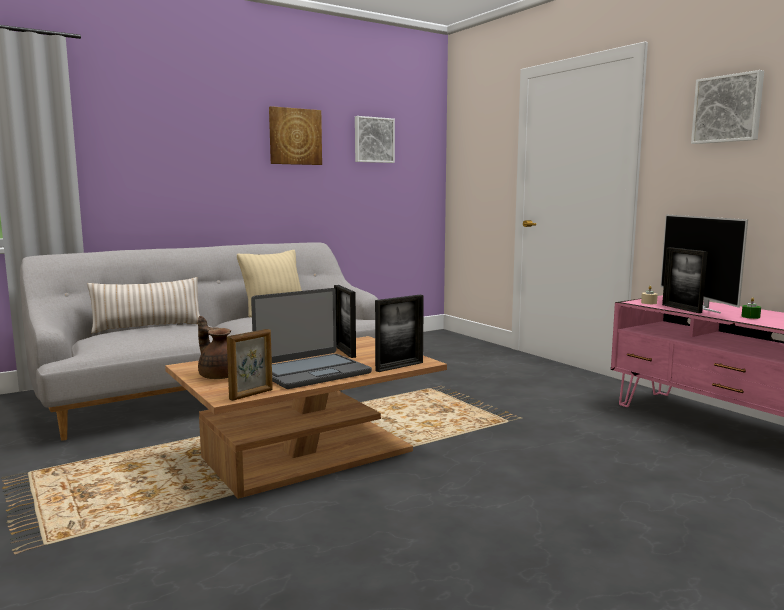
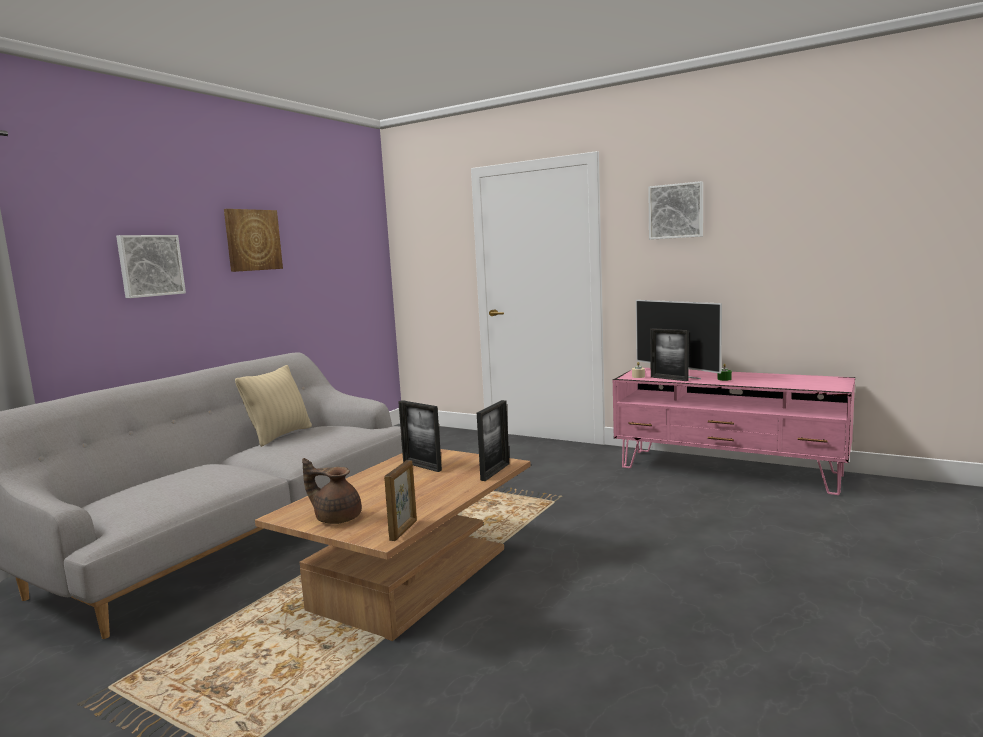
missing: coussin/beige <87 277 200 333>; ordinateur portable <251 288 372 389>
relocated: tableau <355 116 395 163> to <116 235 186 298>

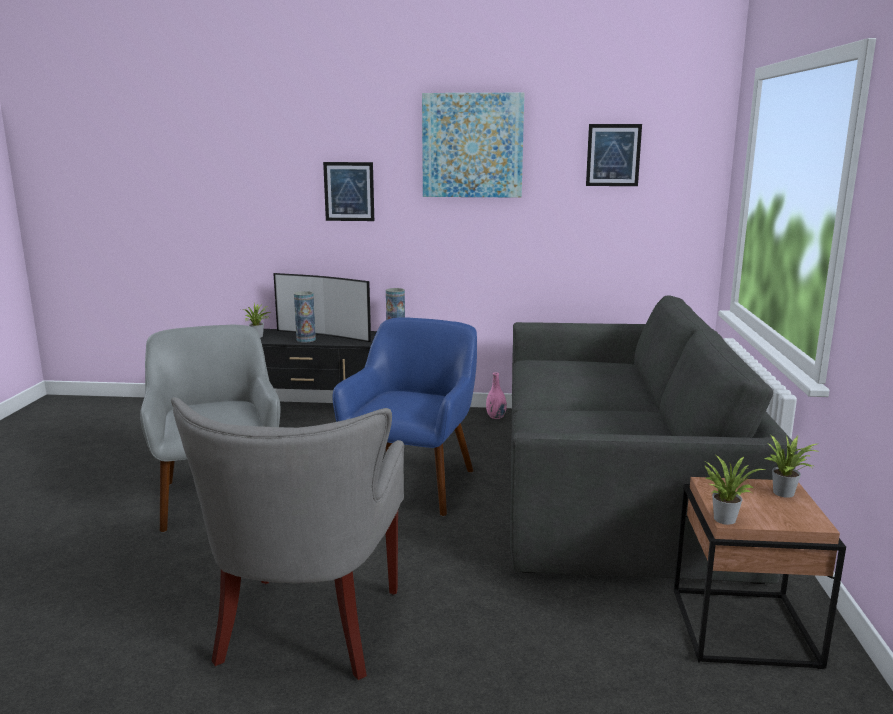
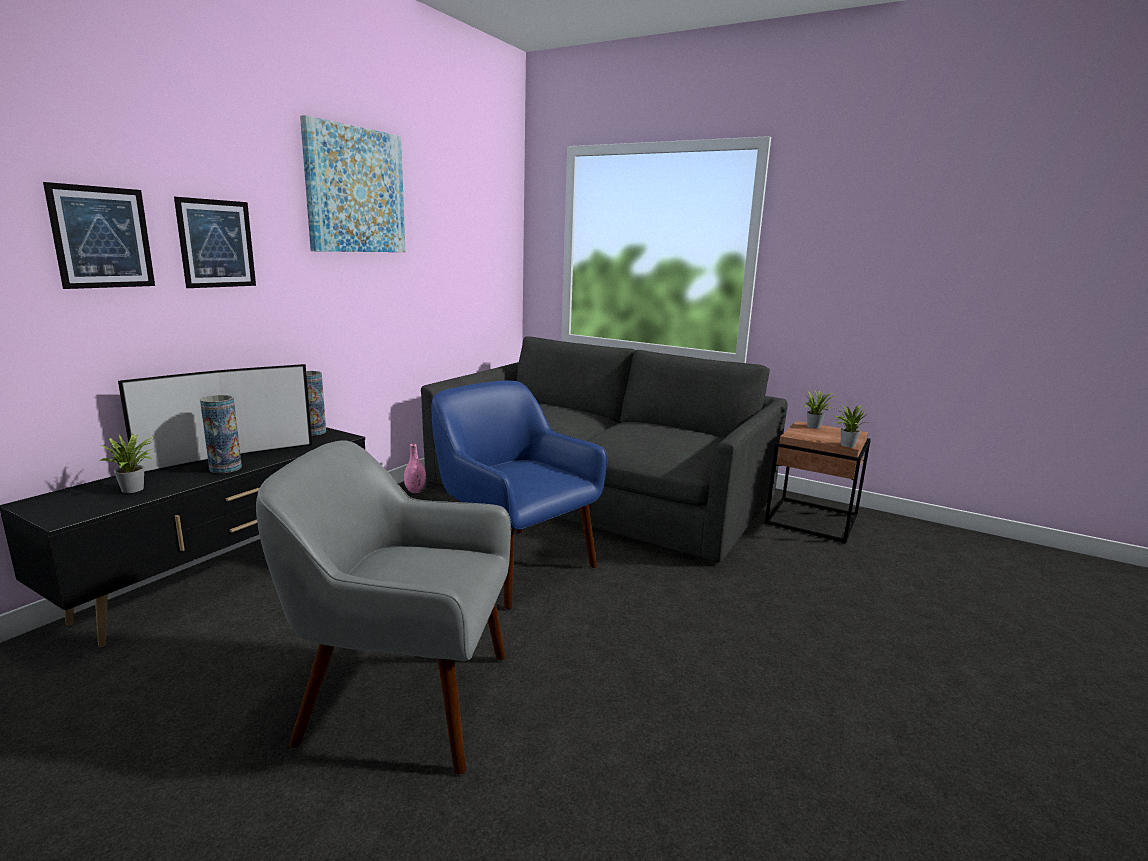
missing: fauteuil/gris <171 397 404 680>
relocated: tableau <586 124 642 186> to <43 182 155 289>

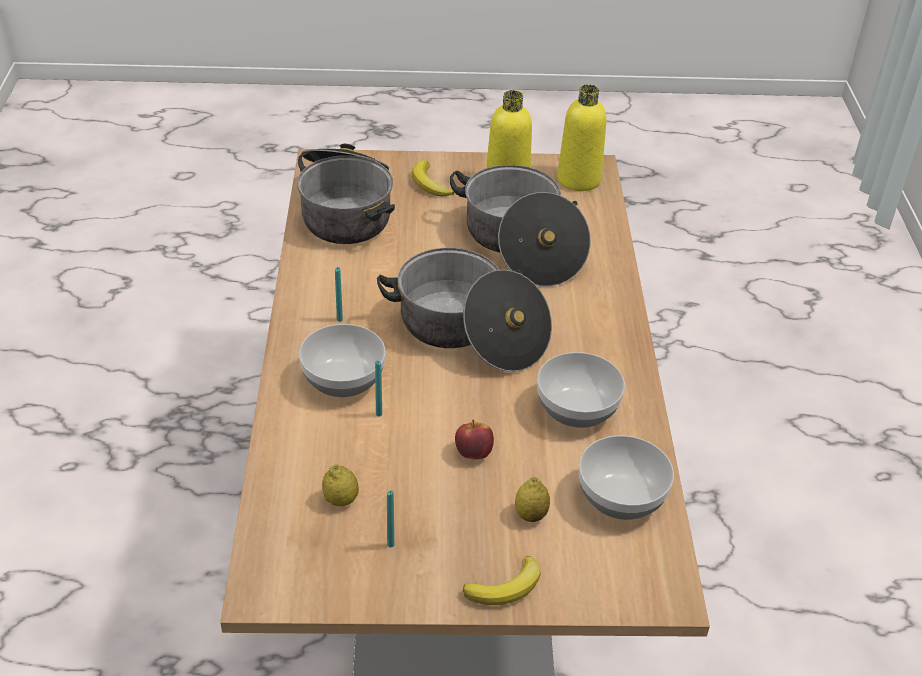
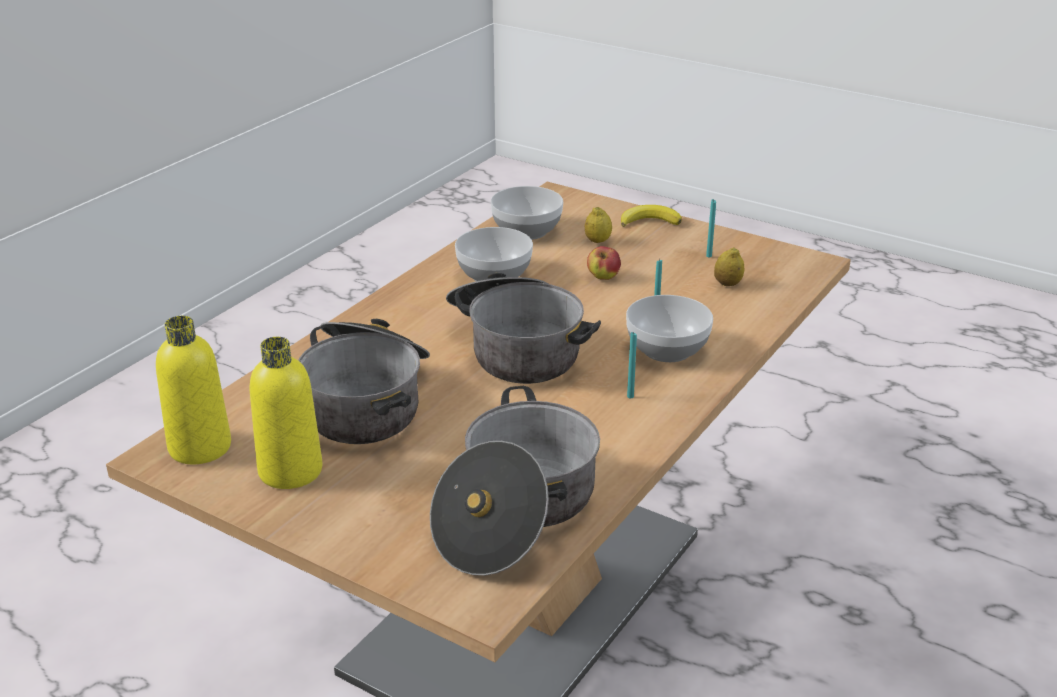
missing: banane <412 160 454 197>

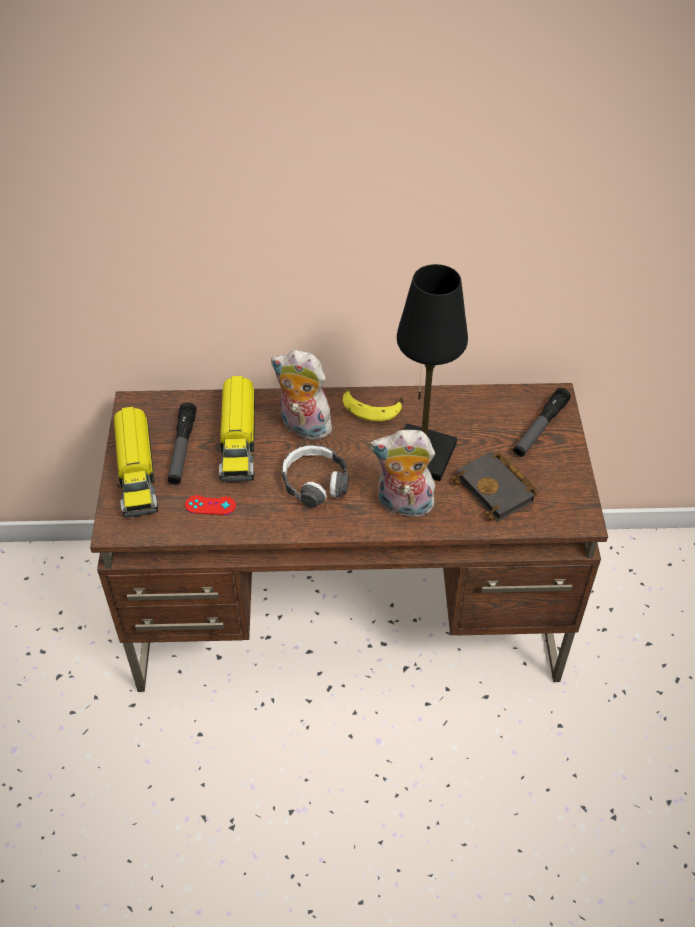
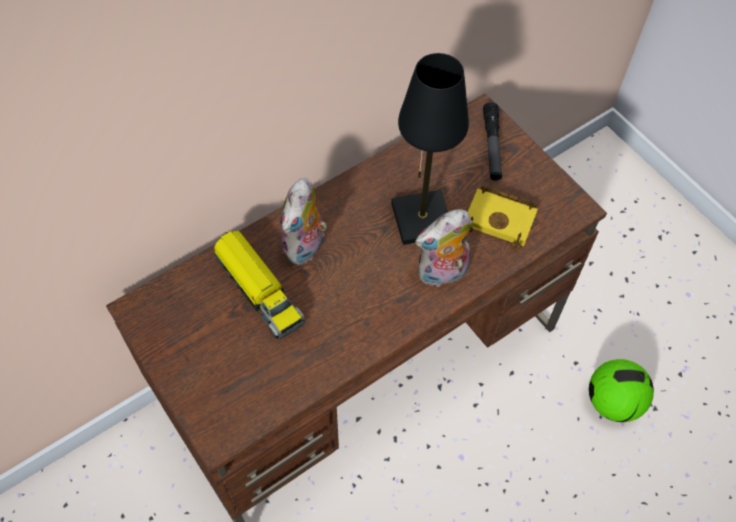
missing: banane <343 390 403 421>; lampe de poche <168 402 197 485>; camion jouet <114 406 159 517>; casque audio <282 445 348 508>; manette/rouge <185 495 236 515>
appeared: ballon de foot <589 359 654 422>
colour: livre/noir <452 452 539 522> to livre/jaune <468 186 538 249>
spun: peluche <271 350 332 442> = <280 178 327 266> 60 degrees counterclockwise

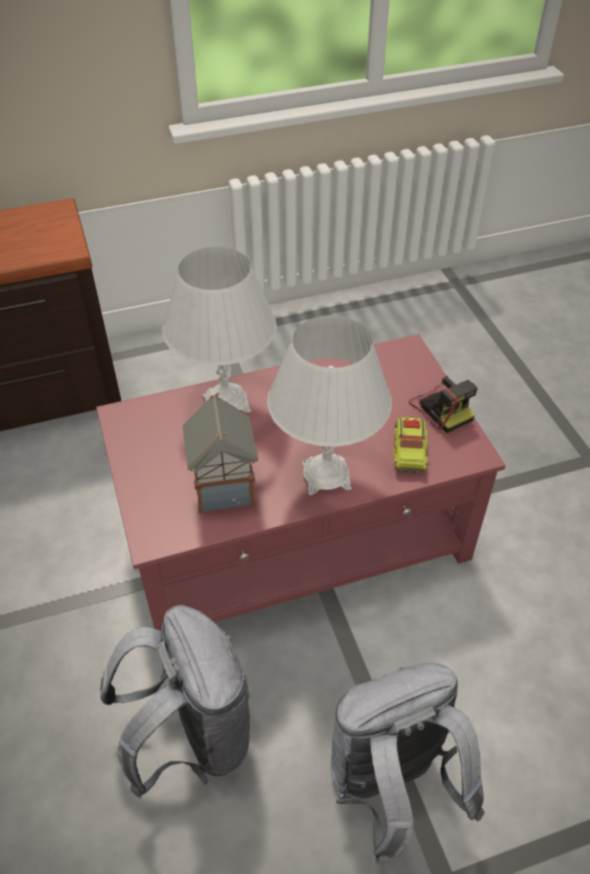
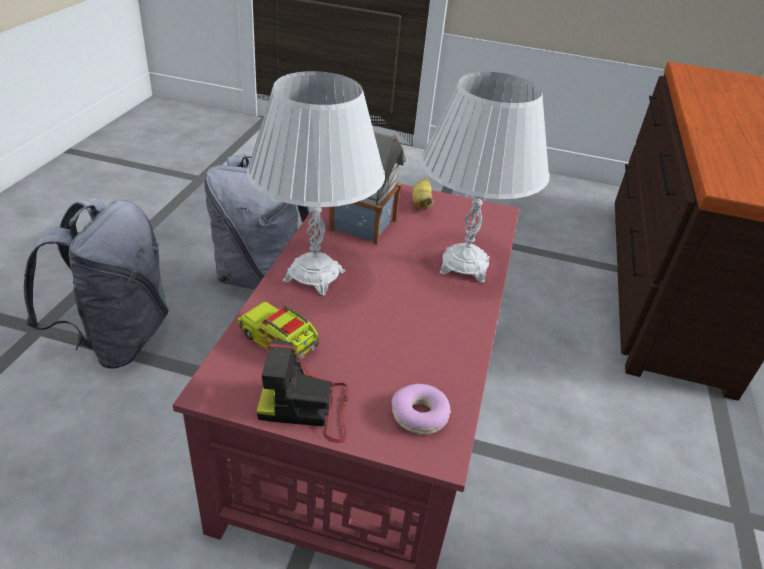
appeared: banane <412 178 433 210>; beignet <391 384 451 434>

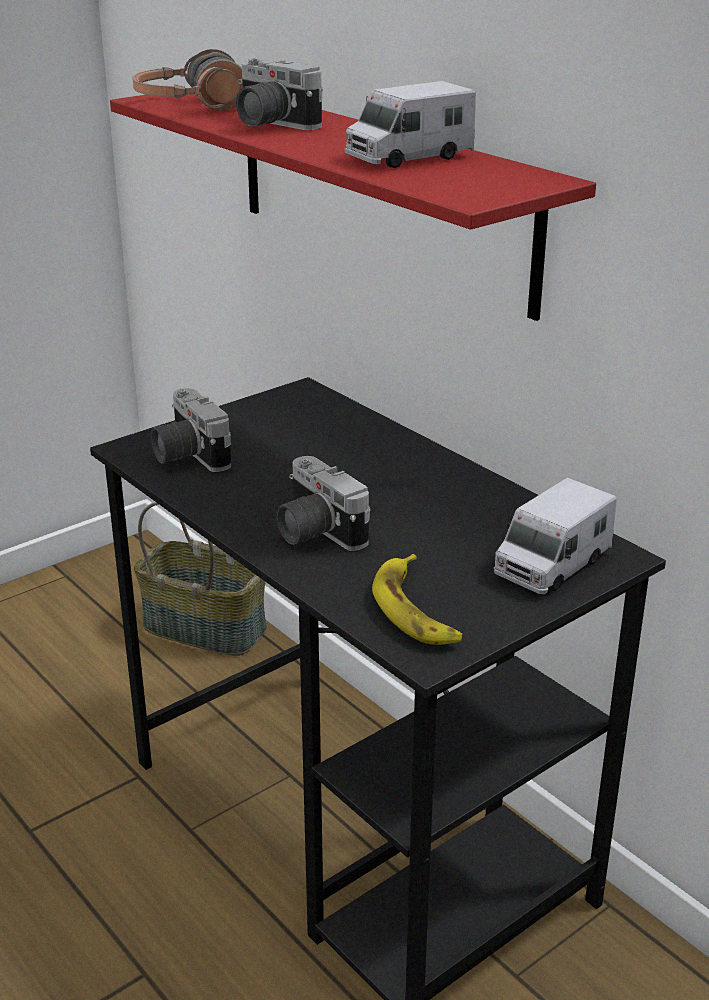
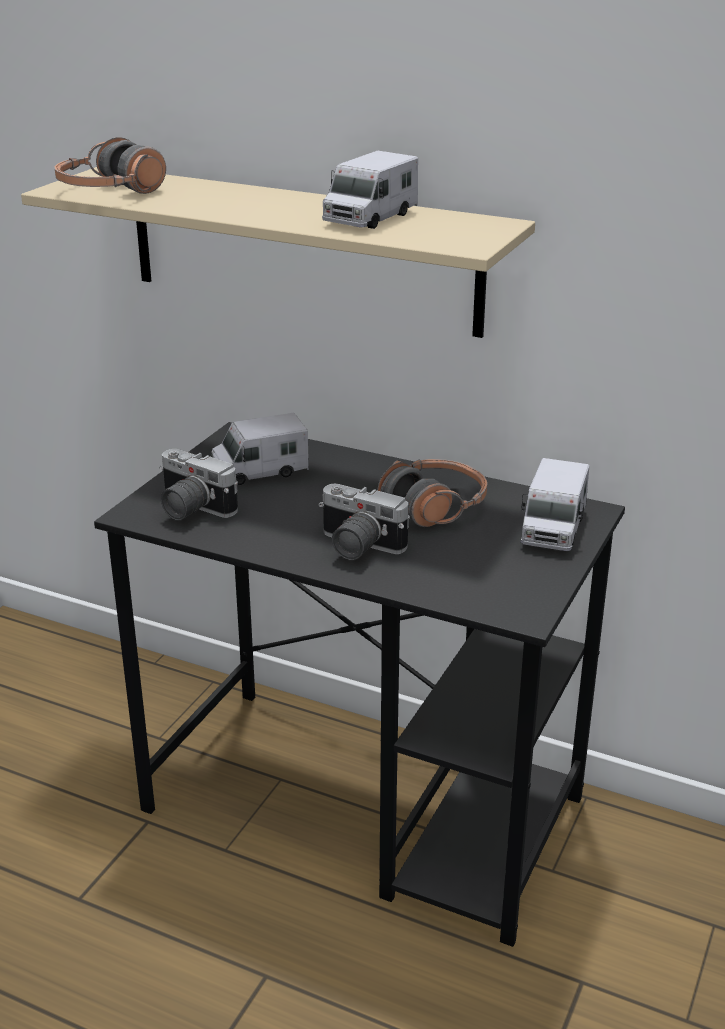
missing: appareil photo <236 58 323 130>; panier <134 502 267 656>; banane <372 554 462 645>
appeared: camion jouet <211 413 309 485>; casque audio <377 459 487 527>
colour: étagère/rouge <110 94 596 321> to étagère/beige <21 167 535 338>

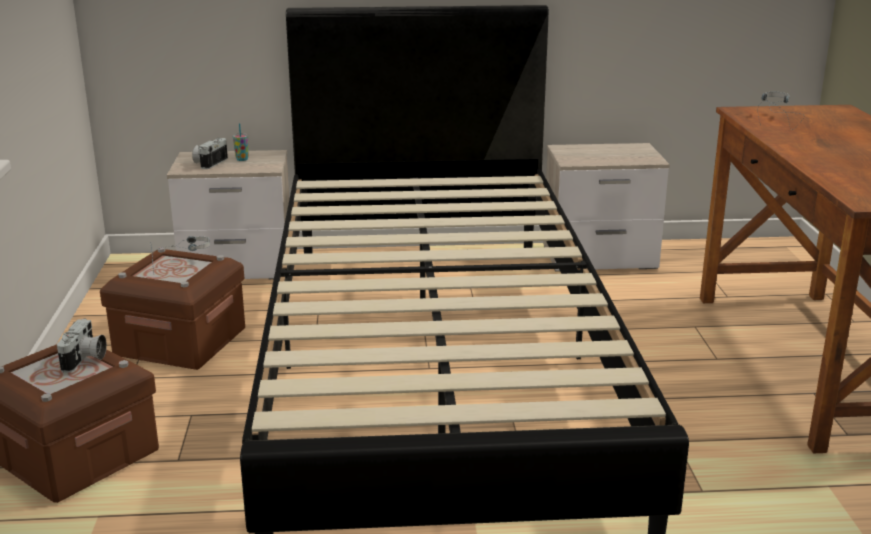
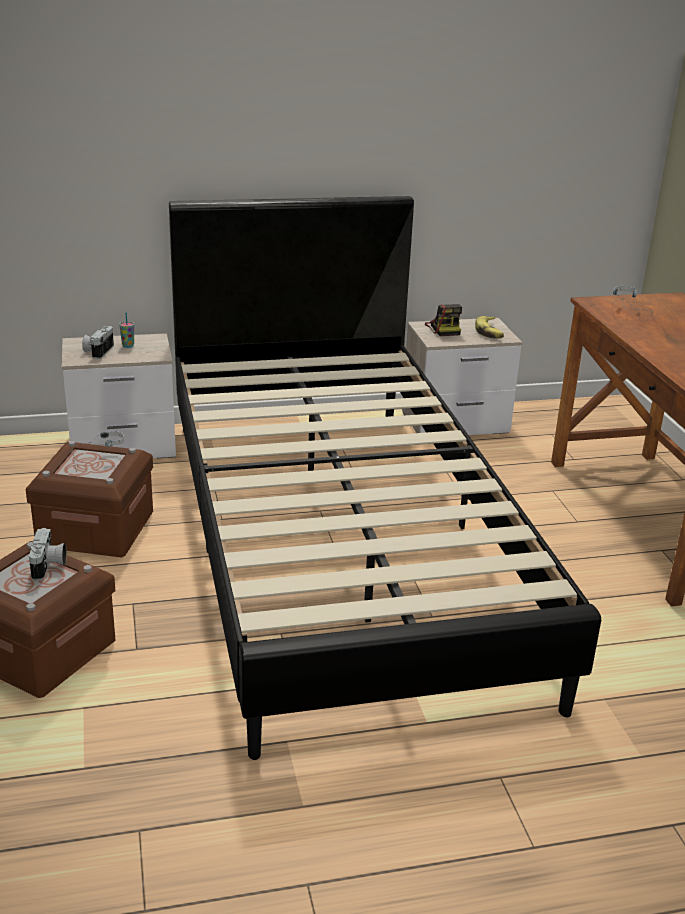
appeared: appareil photo <425 304 462 336>; banane <475 316 504 339>

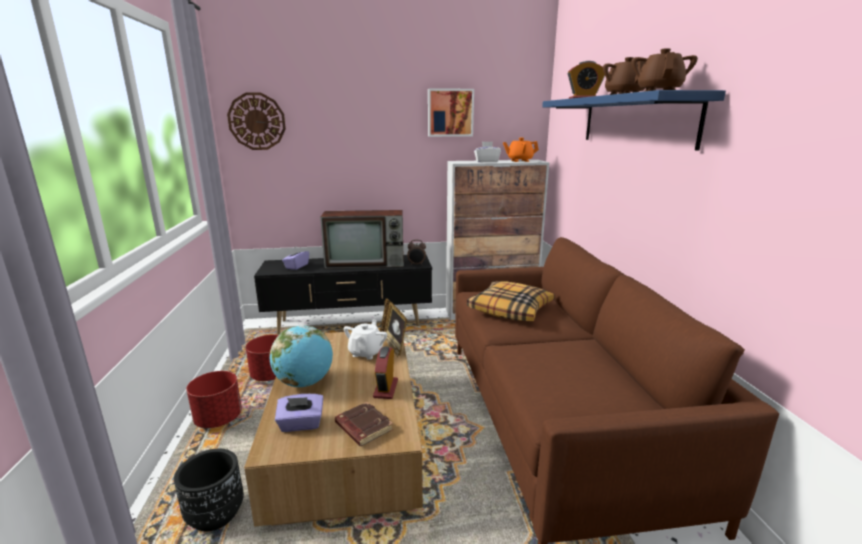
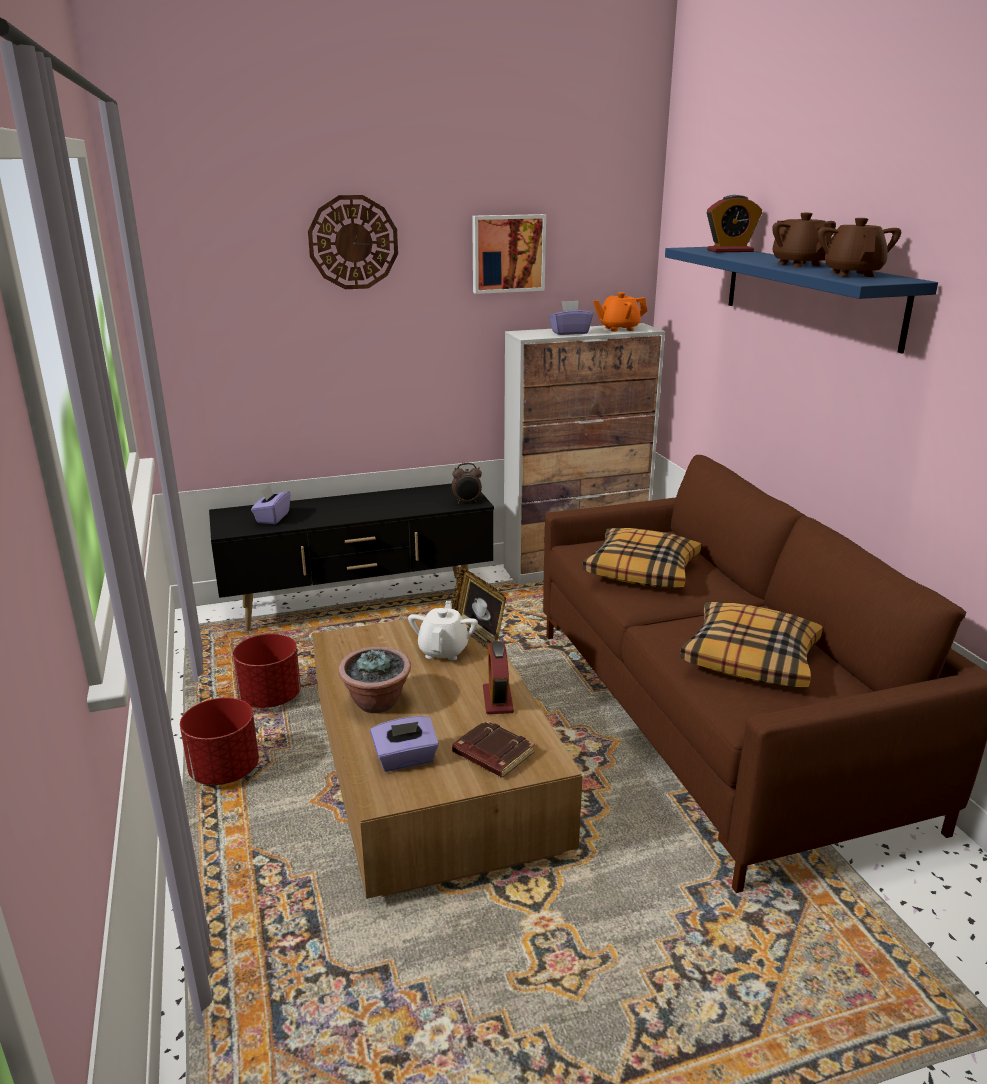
missing: téléviseur <320 210 404 269>; cache-pot/noir <174 449 244 531>
appeared: coussin <680 602 822 687>
relocated: horloge murale <227 92 286 150> to <308 195 398 289>
exchanged: globe <269 325 333 387> to plante en pot <338 646 411 713>
colour: boîte à mouchoirs/blanc <474 141 501 162> to boîte à mouchoirs/violet <549 300 593 335>

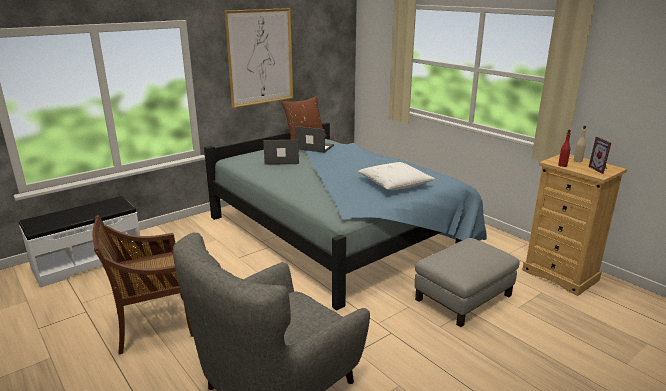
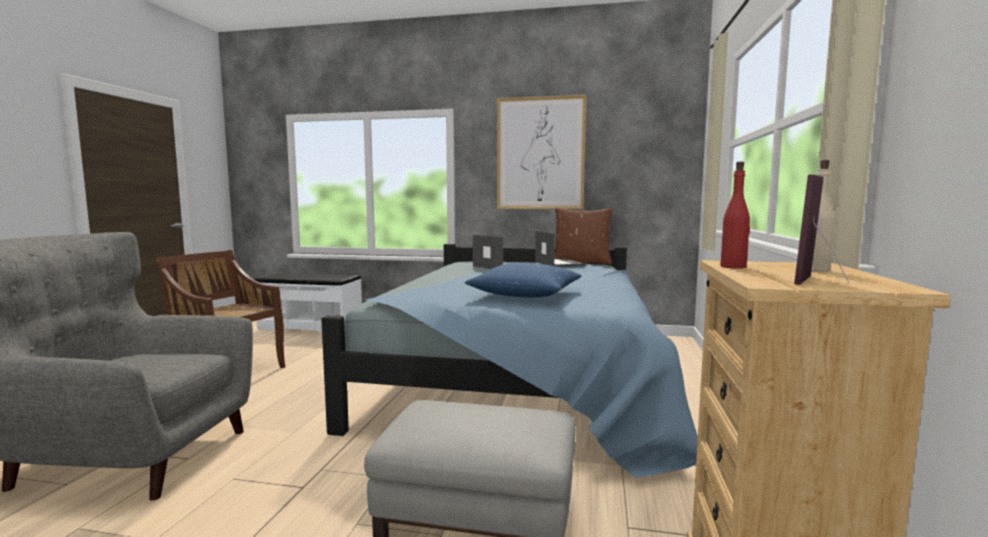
colour: coussin/blanc <357 162 435 190> to coussin/bleu <464 263 582 298>

